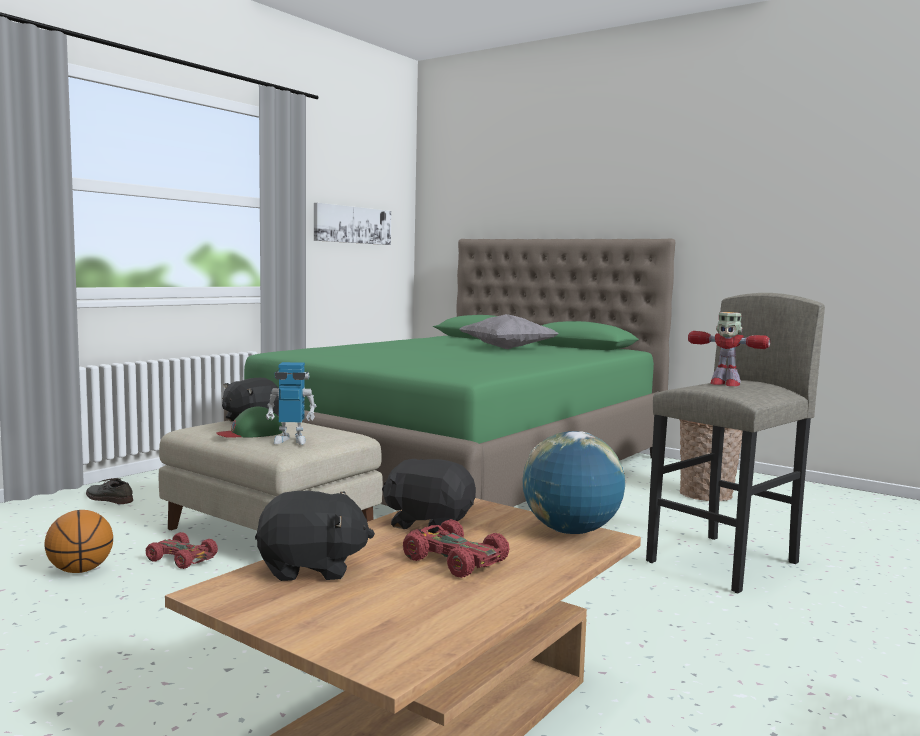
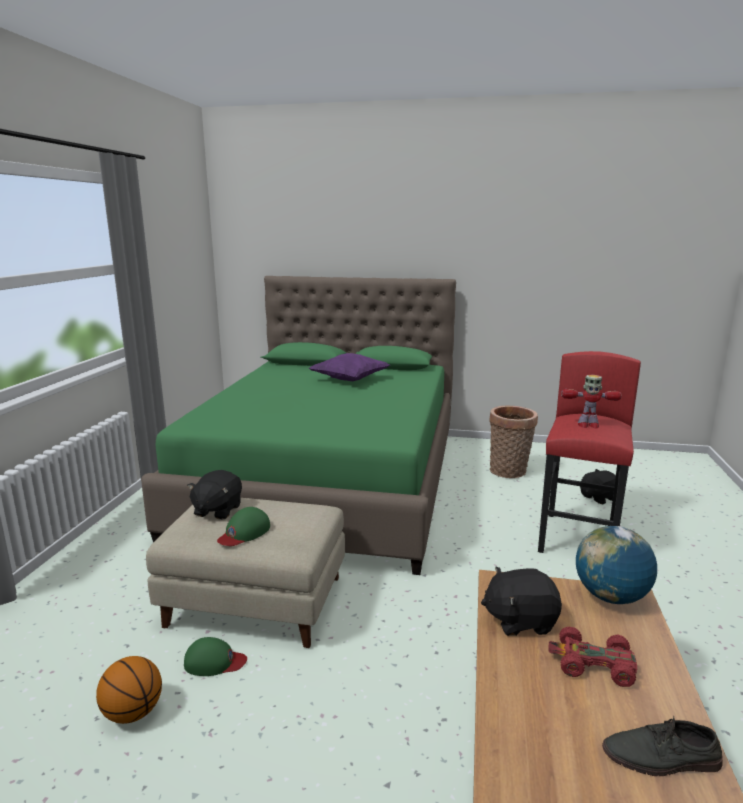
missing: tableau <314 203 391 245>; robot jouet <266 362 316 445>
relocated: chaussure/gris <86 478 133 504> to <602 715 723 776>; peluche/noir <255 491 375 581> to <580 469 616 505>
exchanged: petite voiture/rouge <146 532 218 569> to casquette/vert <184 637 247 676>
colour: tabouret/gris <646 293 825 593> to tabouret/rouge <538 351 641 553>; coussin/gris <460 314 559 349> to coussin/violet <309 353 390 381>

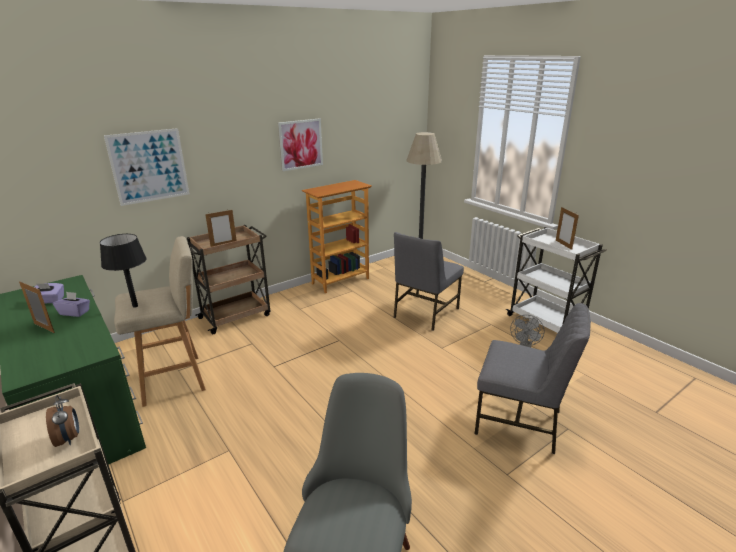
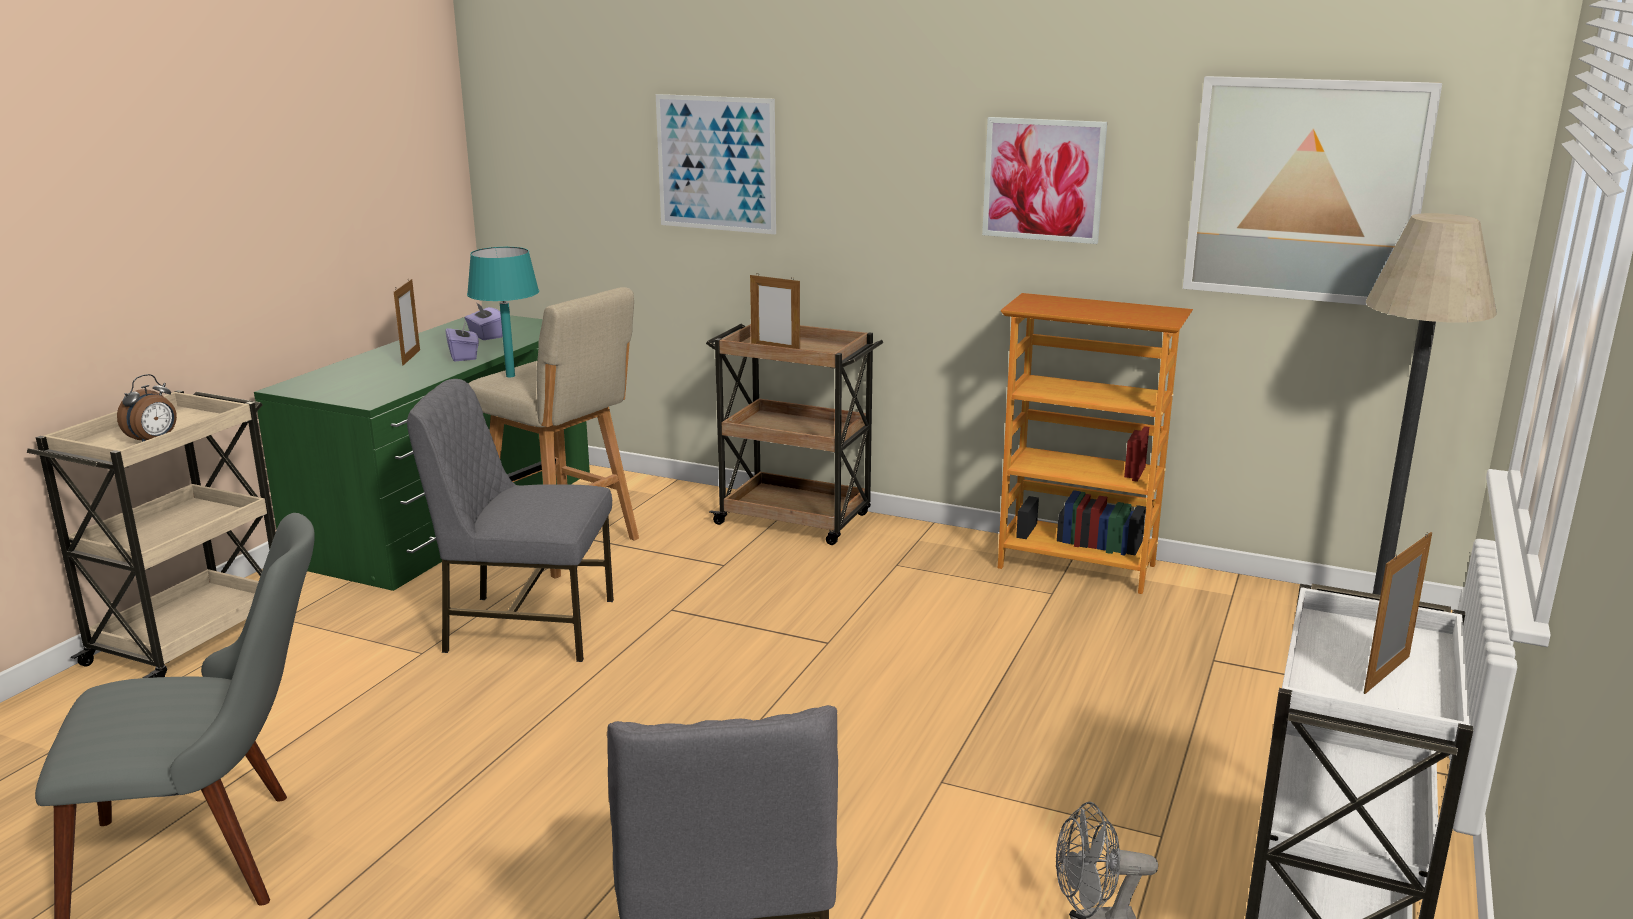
appeared: tableau <1183 76 1442 305>
relocated: chaise/gris <393 232 464 331> to <407 379 614 662>
colour: lampe de table/noir <100 234 147 308> to lampe de table/turquoise <467 247 539 377>

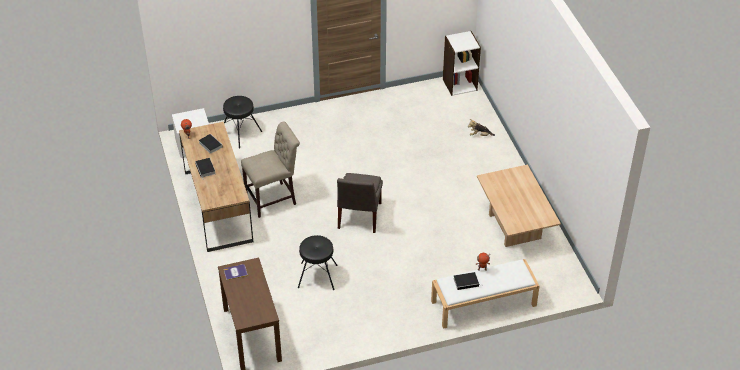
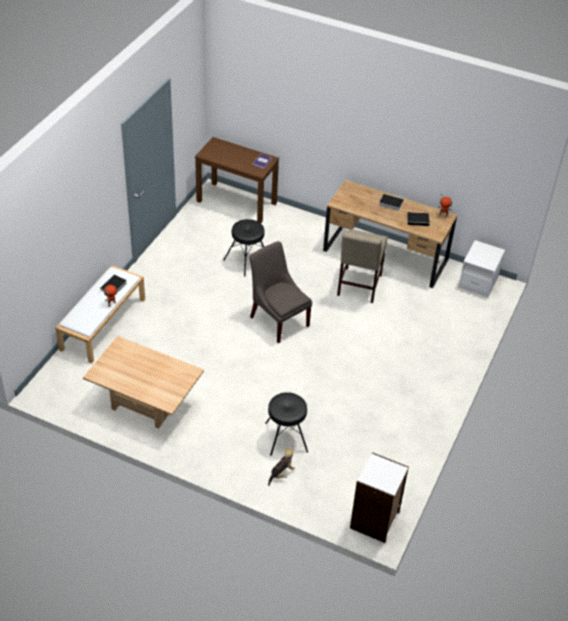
relocated: tabouret/noir <223 96 262 149> to <265 392 308 456>

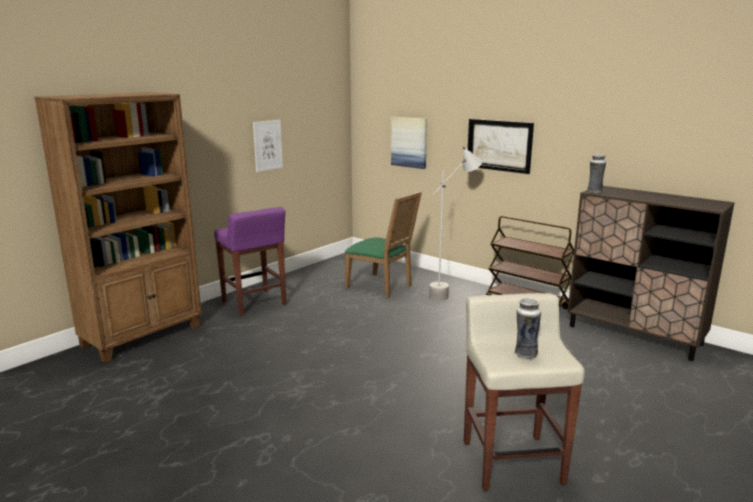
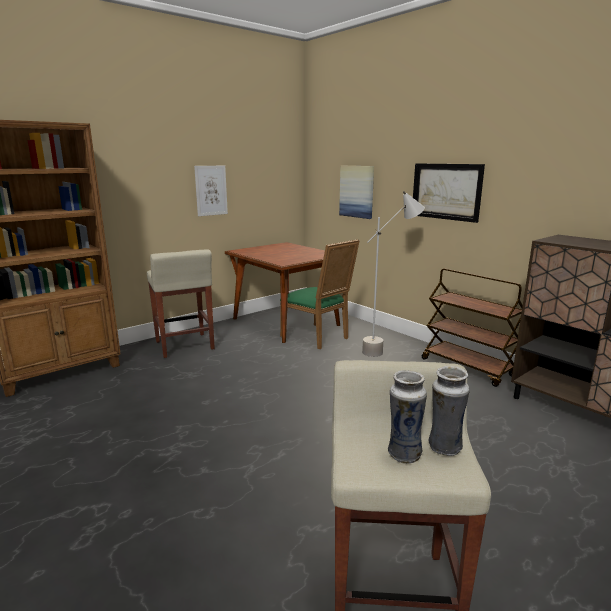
appeared: table à manger/marron <225 242 340 343>
relocated: vase <588 154 606 193> to <428 366 470 456>
colour: tabouret/violet <214 207 287 316> to tabouret/beige <147 249 215 358>

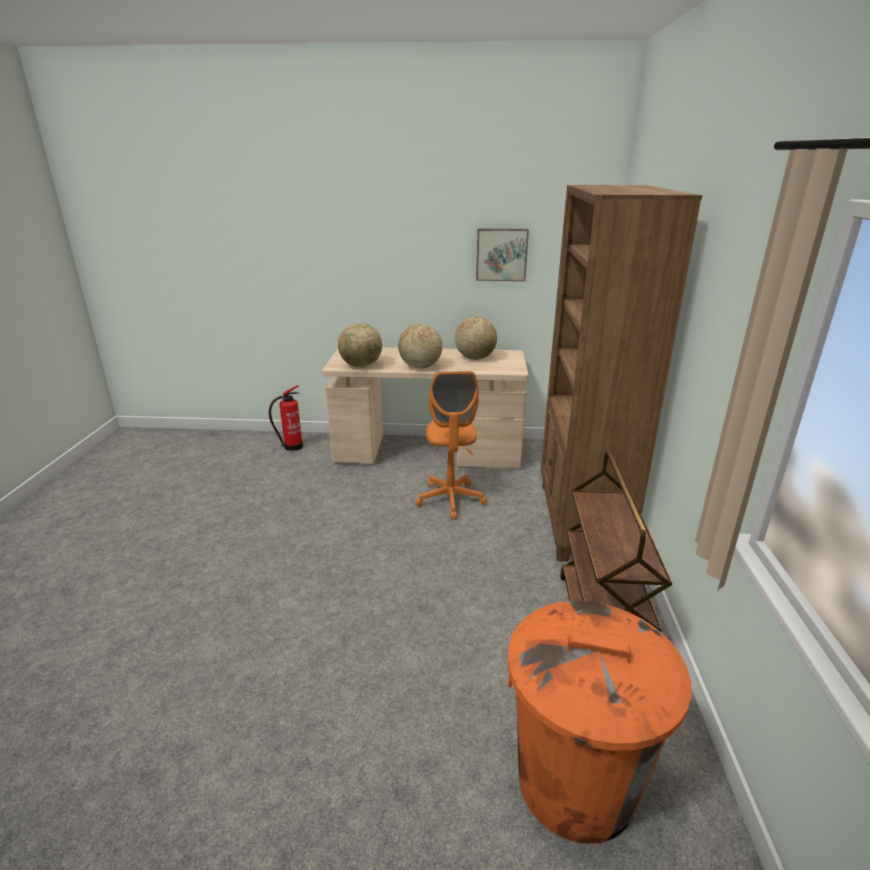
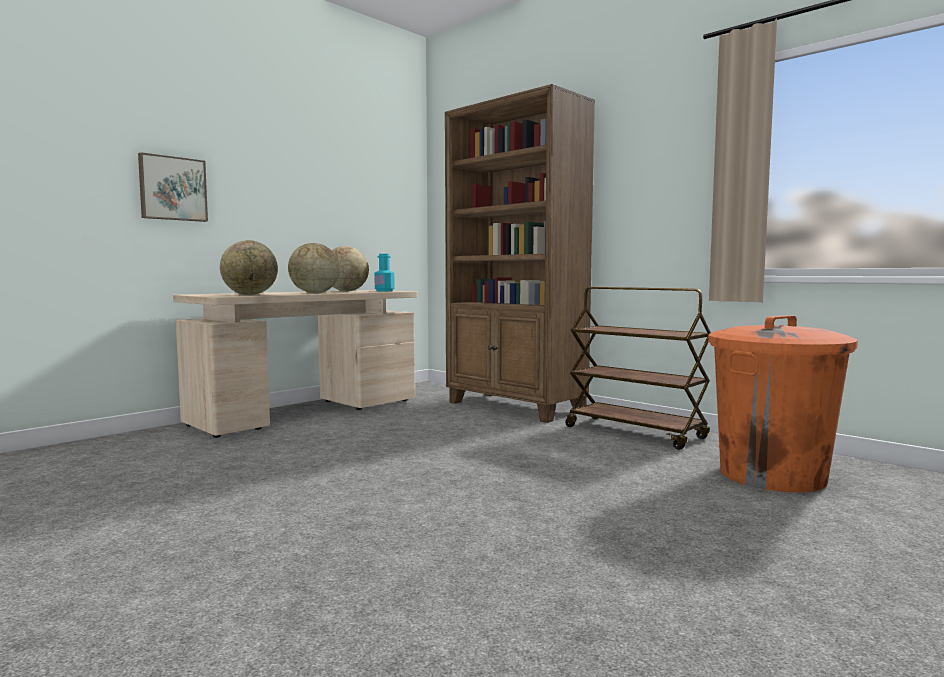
missing: chaise de bureau/orange <415 371 487 520>; extincteur <269 385 303 451>
appeared: bouteille/turquoise <374 254 395 291>
relocated: tableau <476 229 529 281> to <138 152 208 222>

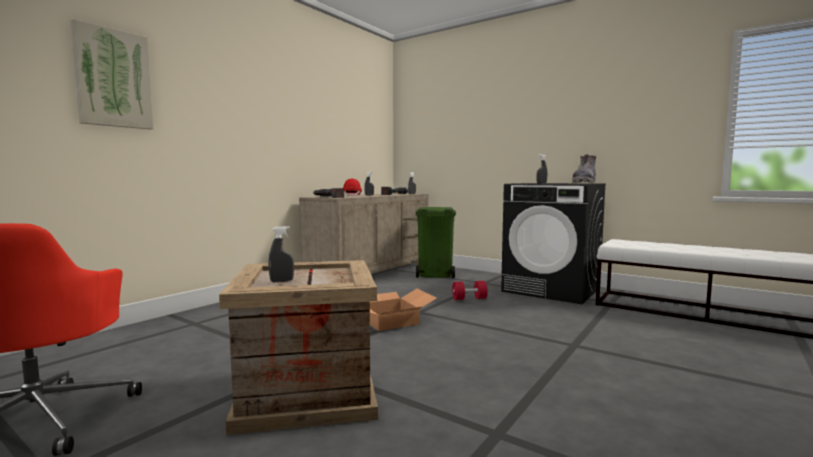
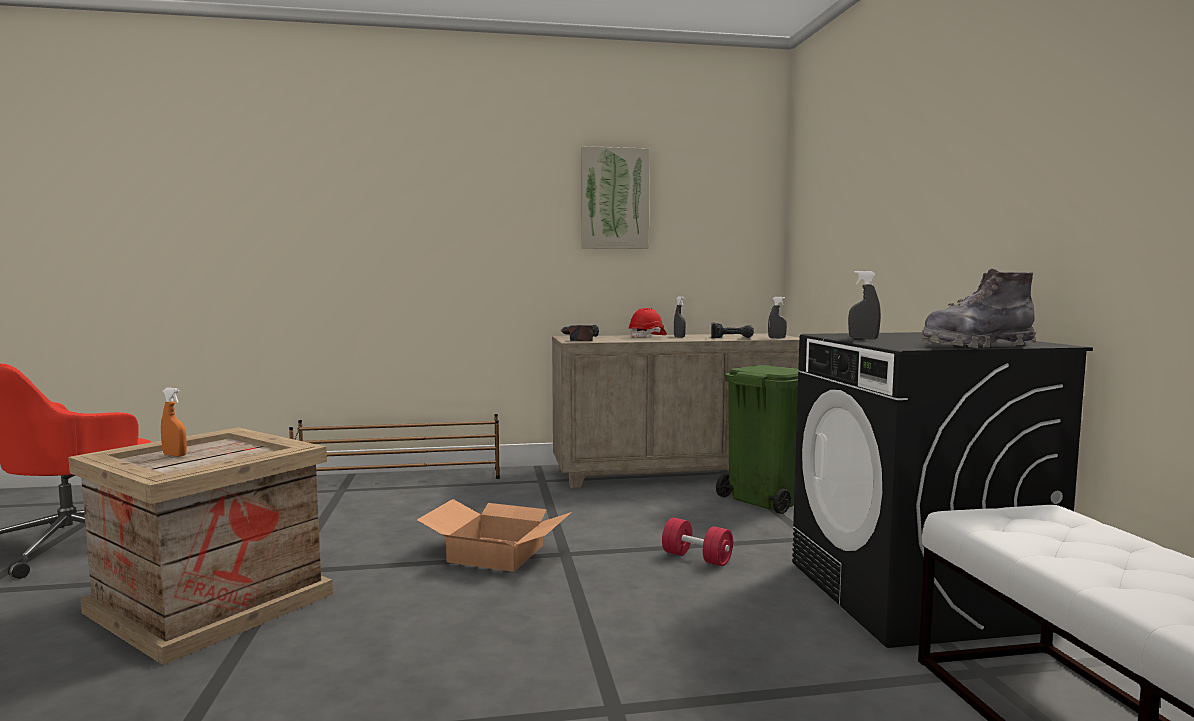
appeared: étagère à chaussures/marron <289 414 500 479>
relocated: tableau <71 19 153 129> to <581 146 650 249>
colour: vaporisateur/gris <268 226 294 282> to vaporisateur/orange <161 388 187 457>

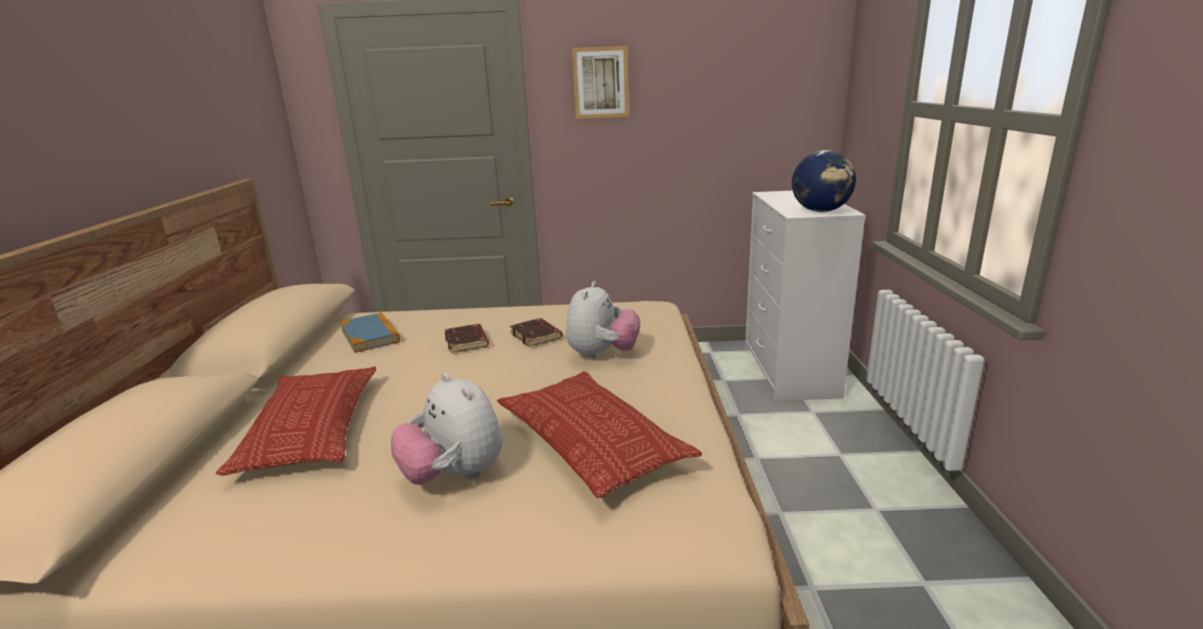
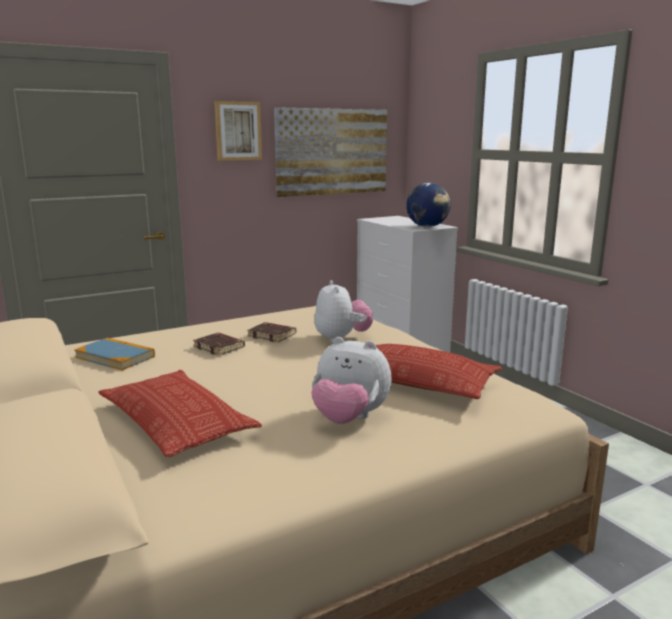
appeared: tableau <274 107 387 197>

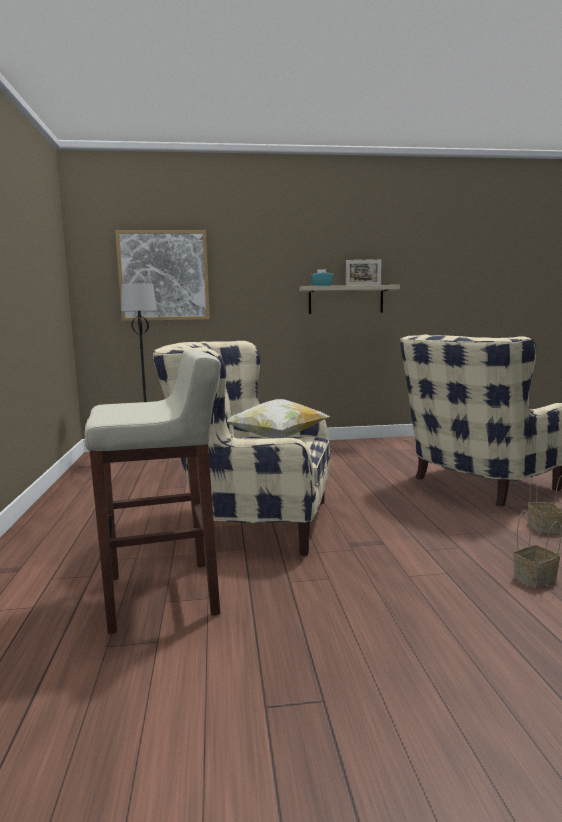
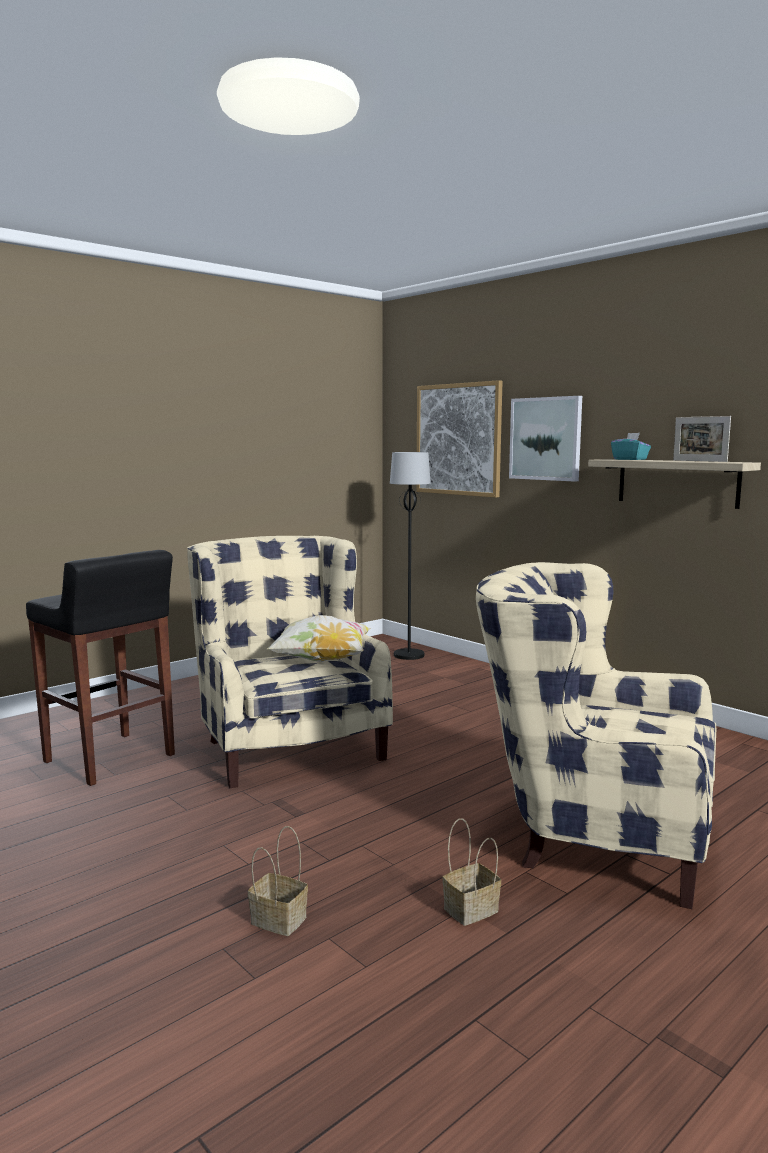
appeared: tableau <509 396 582 482>
colour: tabouret/beige <85 349 221 634> to tabouret/noir <26 550 175 786>

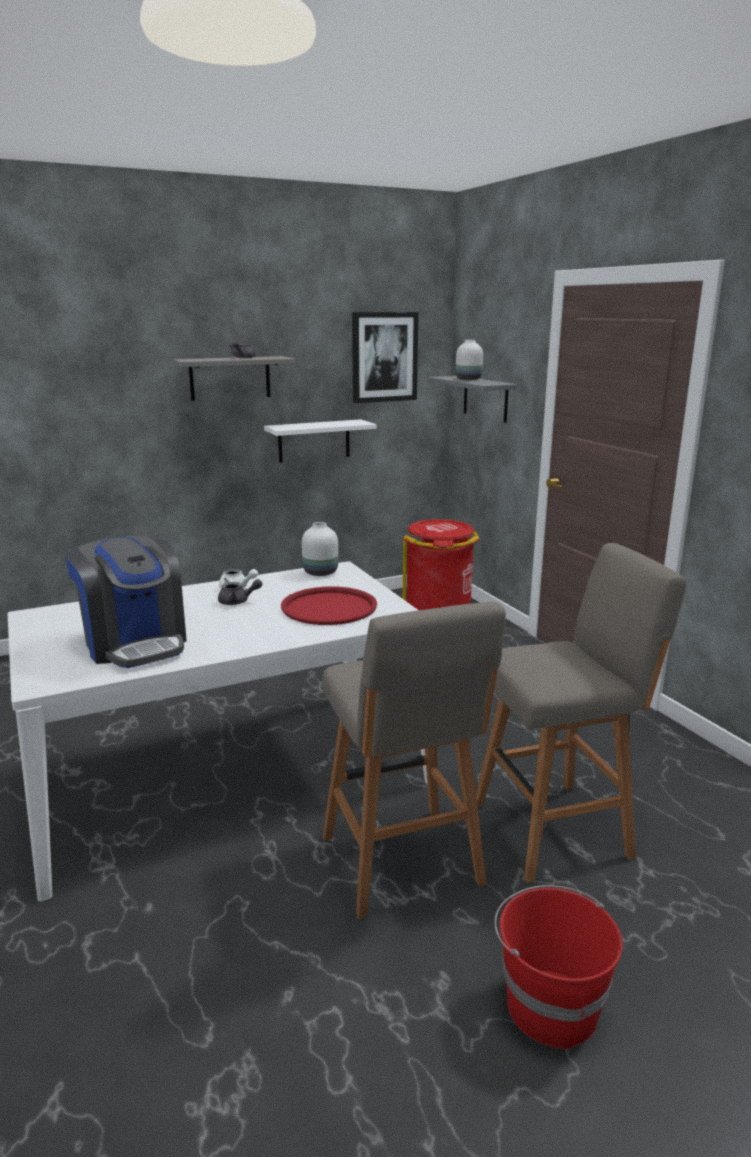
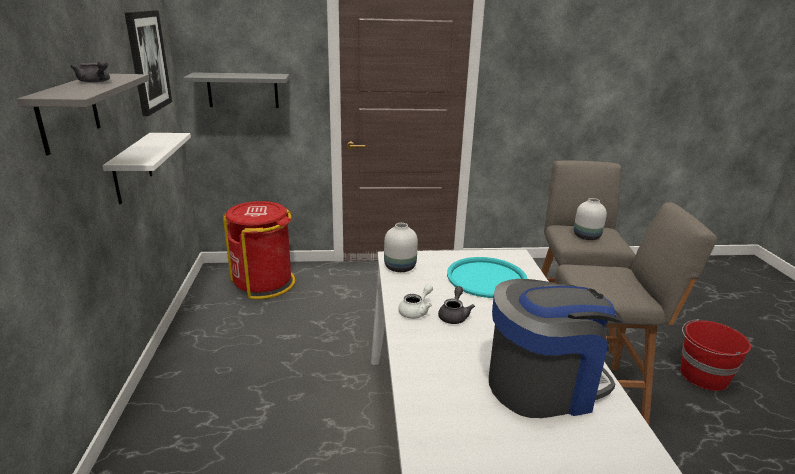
relocated: vase/blanc <456 340 483 380> to <574 198 607 240>
colour: plateau/rouge <281 587 377 625> to plateau/turquoise <447 257 528 298>

